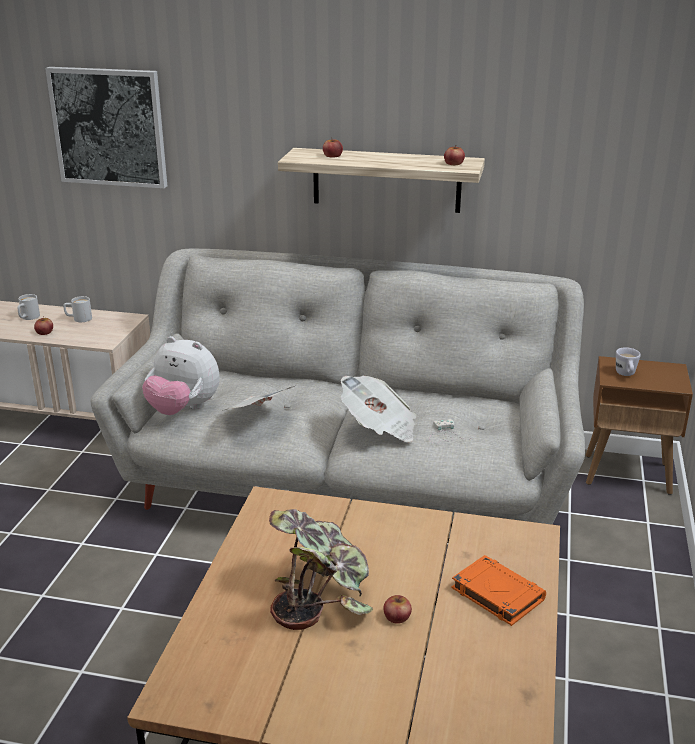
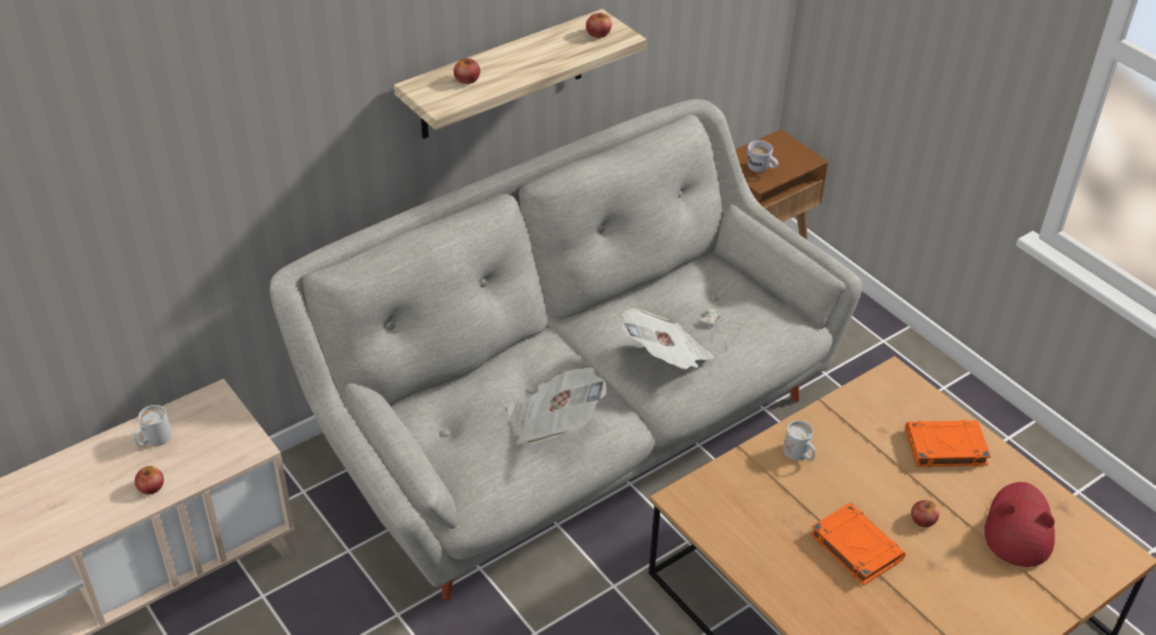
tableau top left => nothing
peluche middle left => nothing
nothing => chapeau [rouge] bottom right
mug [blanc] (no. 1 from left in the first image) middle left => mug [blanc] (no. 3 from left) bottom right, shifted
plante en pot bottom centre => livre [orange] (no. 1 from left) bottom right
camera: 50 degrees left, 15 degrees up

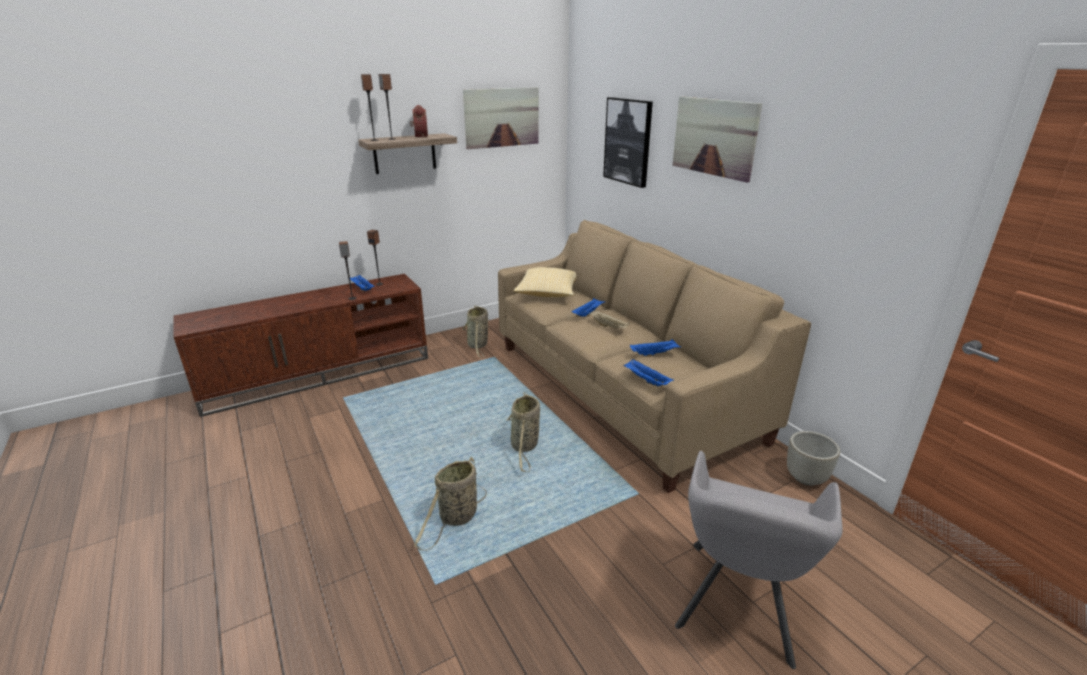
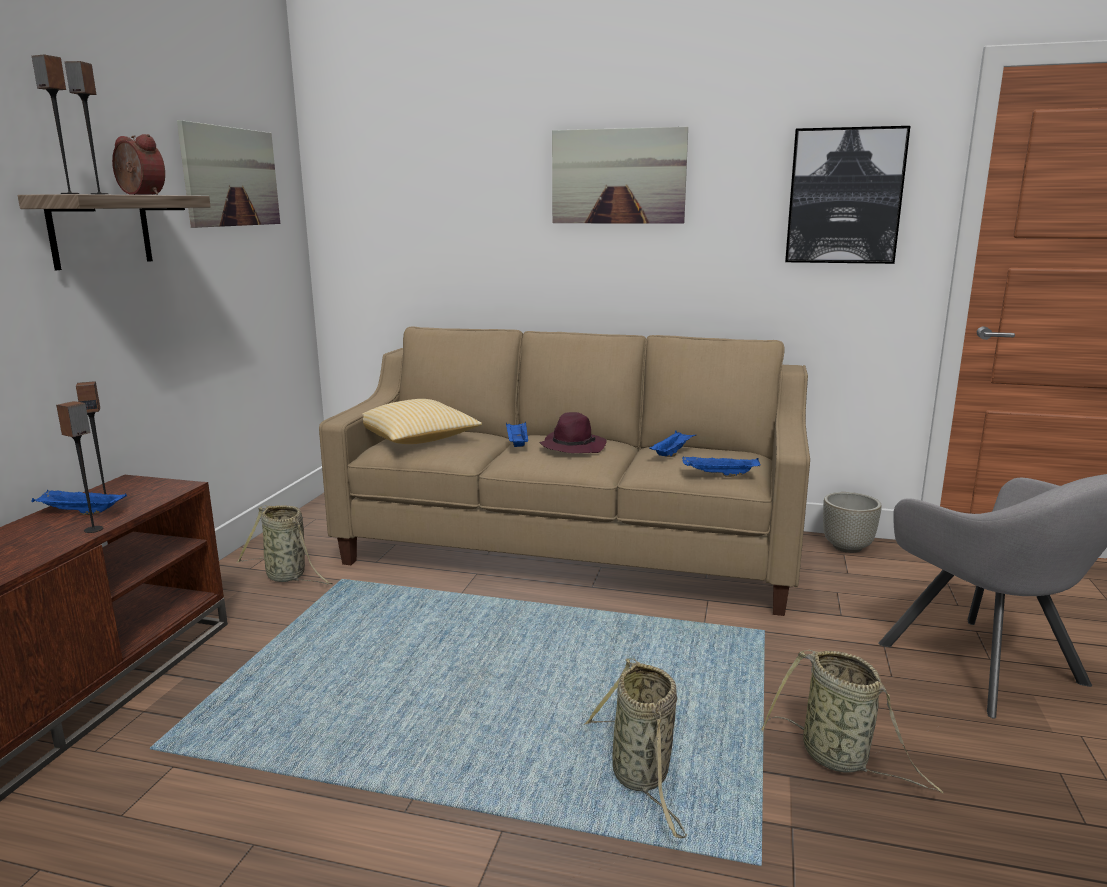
panier (no. 3 from left) centre => panier (no. 3 from left) bottom right, shifted
tableau (no. 2 from left in the first image) top centre => tableau (no. 3 from left) top right, shifted
plateau [beige] centre => chapeau [violet] centre
camera: 45 degrees left, 10 degrees down

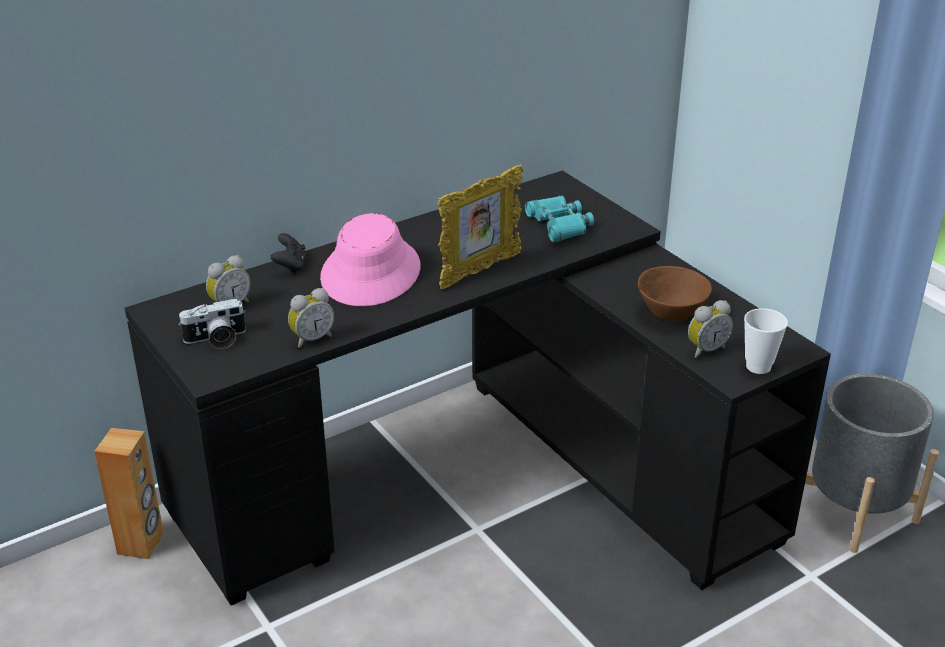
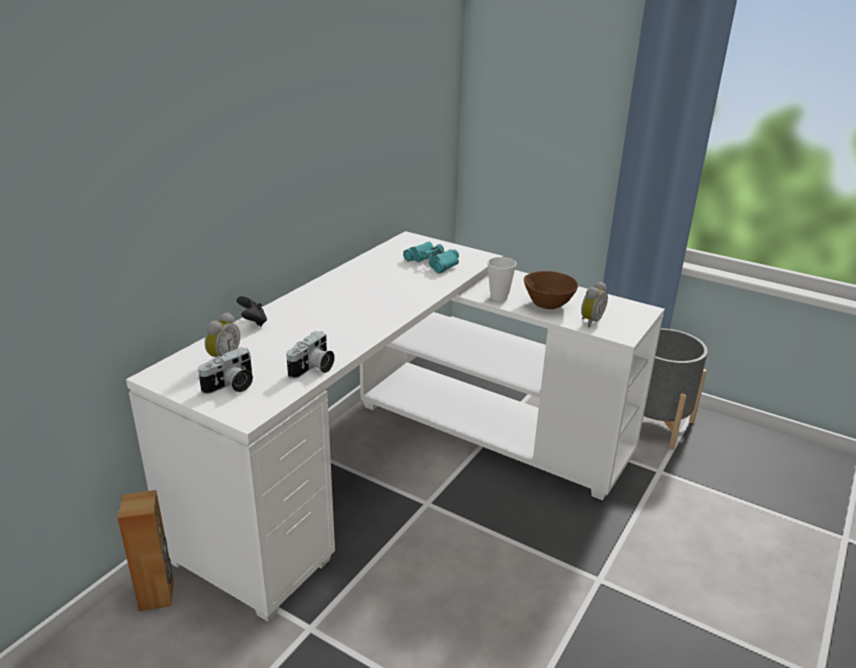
chapeau [rose] centre => nothing
cadre photo centre => nothing
tasse middle right => tasse centre, shifted
réveil (no. 2 from left) middle left => appareil photo (no. 2 from left) centre
bureau [noir] centre => bureau [blanc] centre
camera: 25 degrees left, 5 degrees down

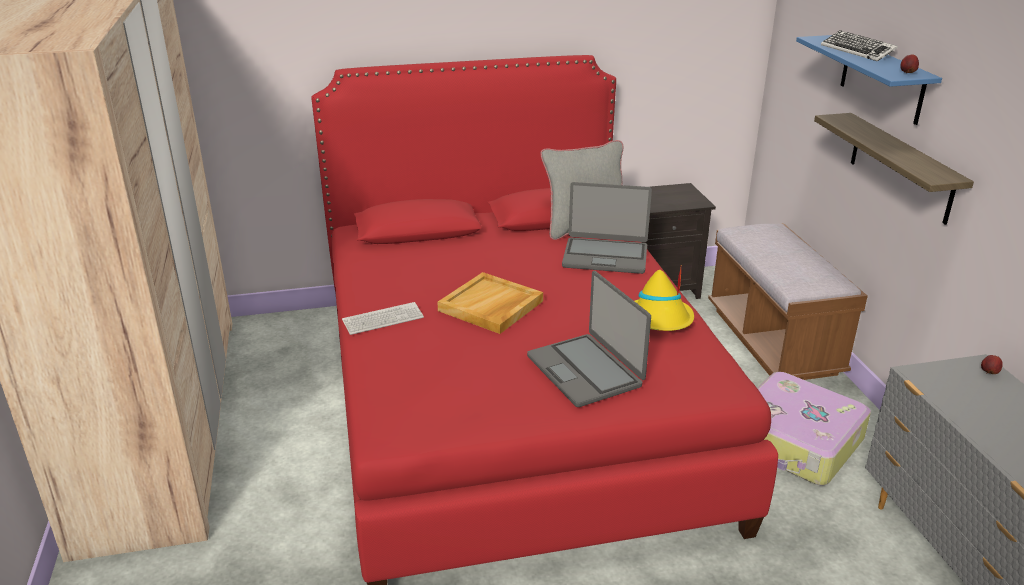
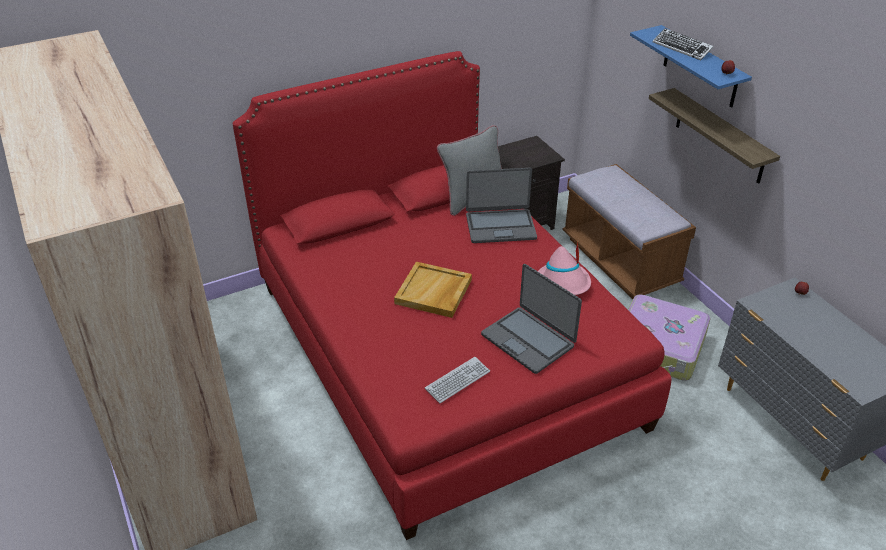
clavier (no. 1 from left) centre => clavier (no. 1 from left) bottom centre, shifted
chapeau [jaune] centre => chapeau [rose] centre
camera: 15 degrees left, 10 degrees up

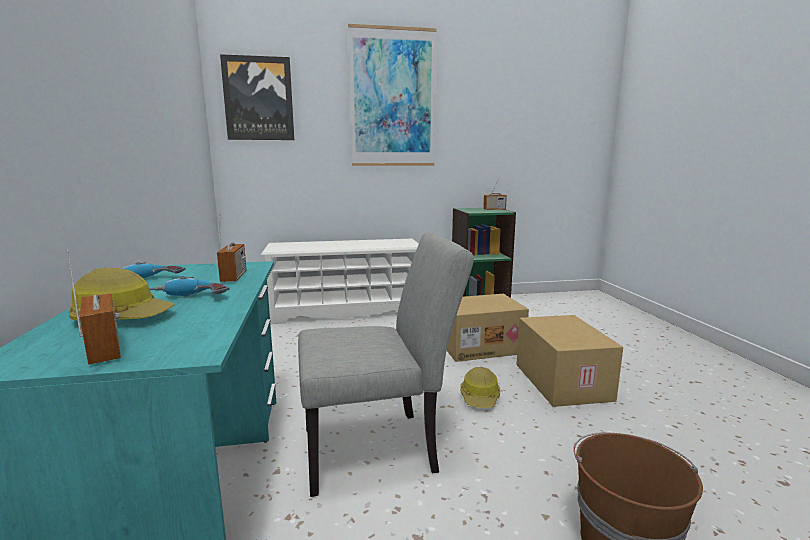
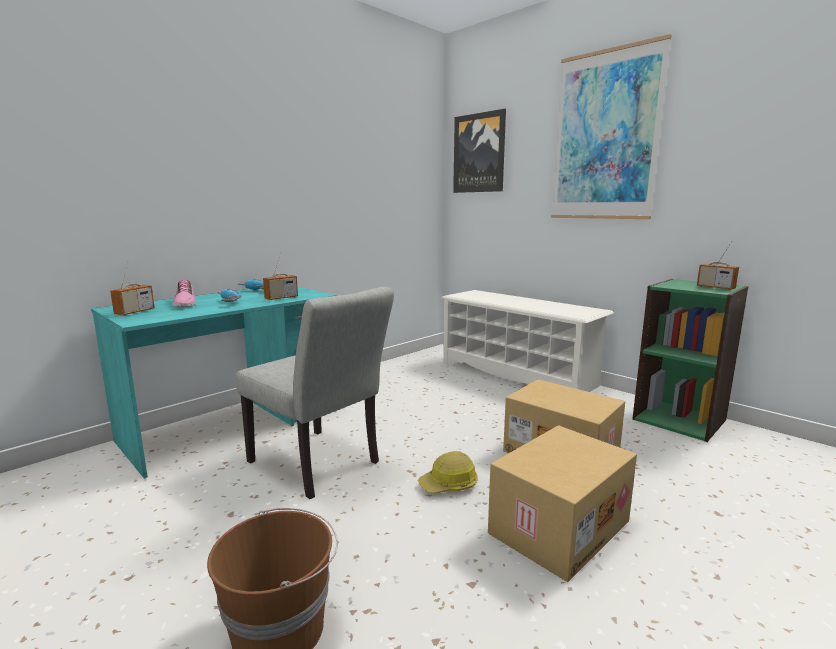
casque de chantier (no. 1 from left) middle left => chaussure middle left
camera: 55 degrees right, 0 degrees up

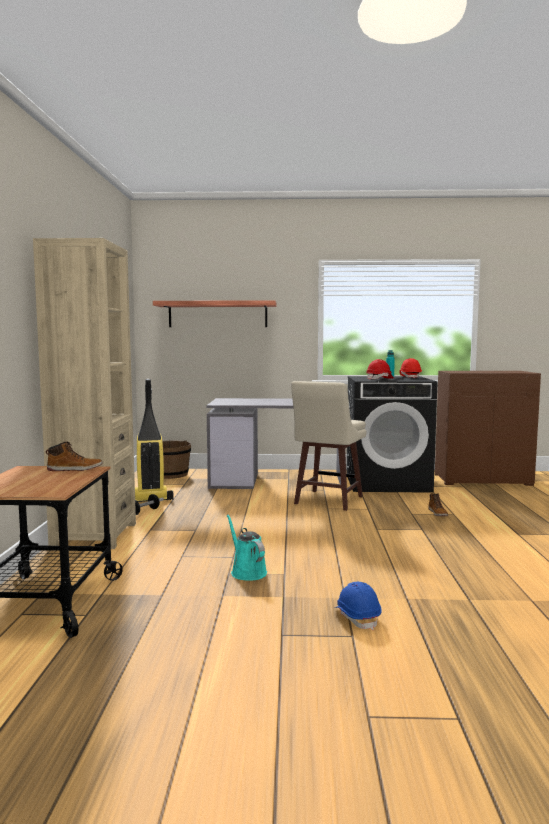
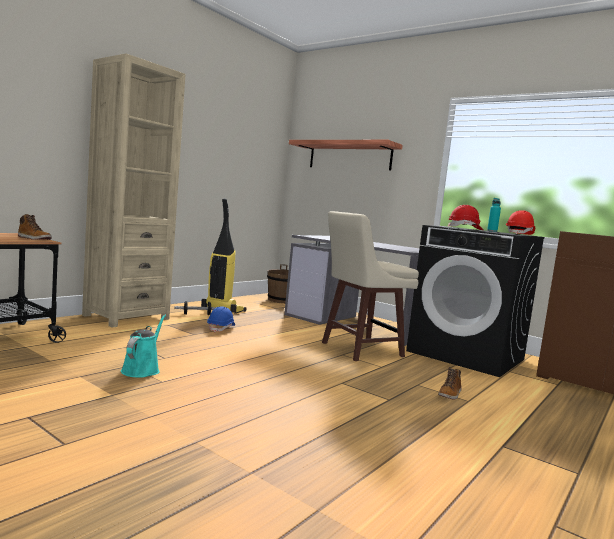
casque de chantier [bleu] bottom centre => casque de chantier [bleu] centre, shifted
camera: 35 degrees right, 0 degrees up

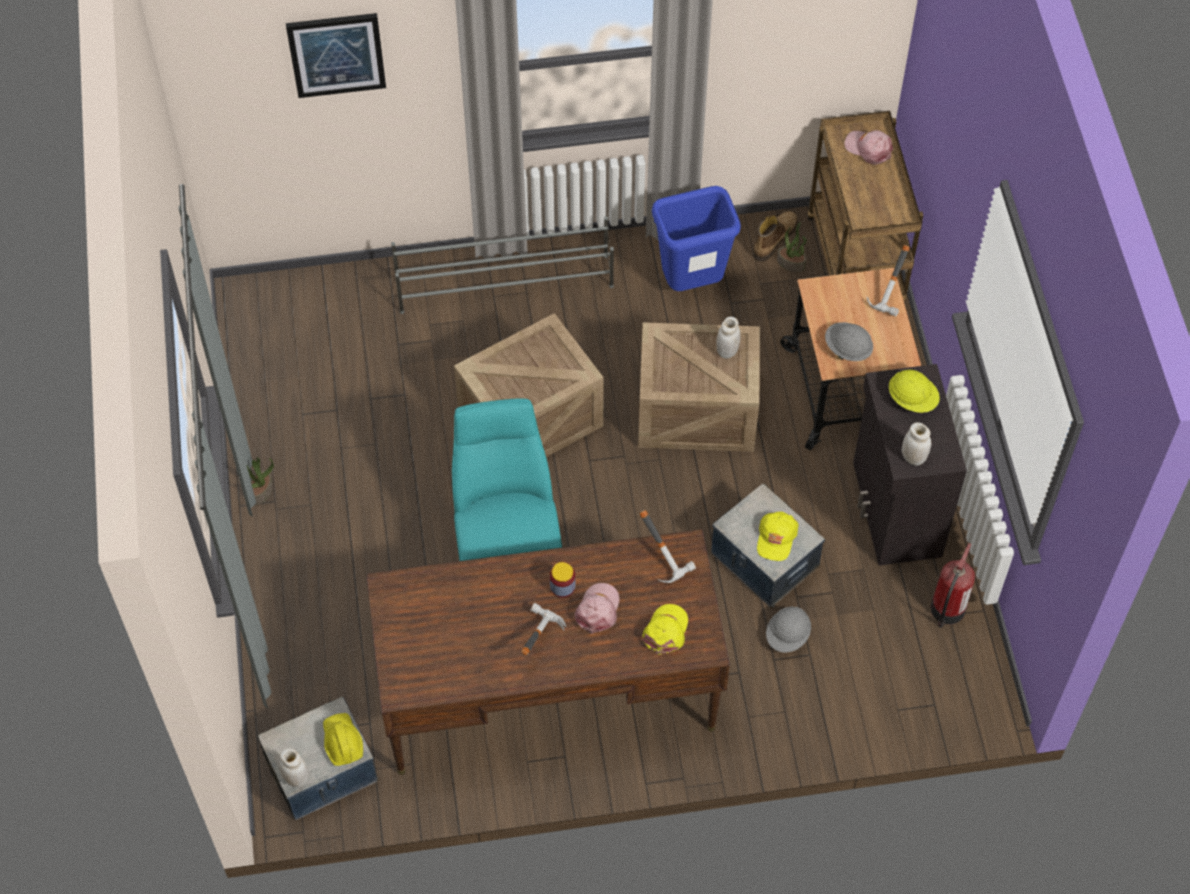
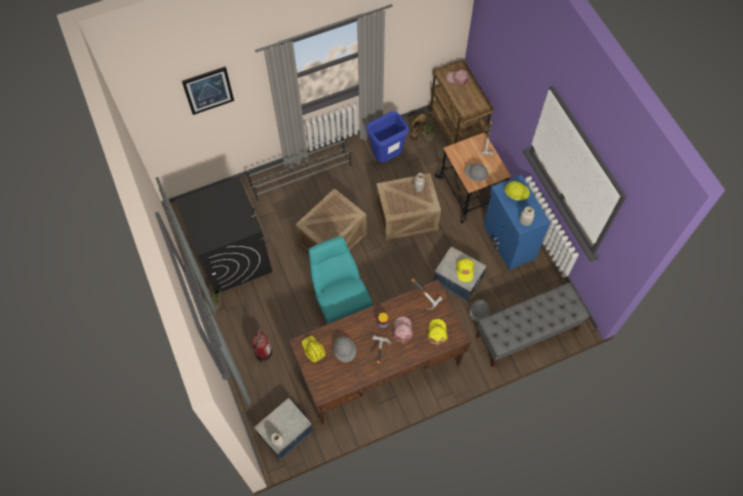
nothing => lave-linge [noir] middle left
nothing => casque de chantier [gris] (no. 1 from left) bottom centre
nothing => banc [gris] middle right
casque de chantier [jaune] (no. 1 from left) bottom left => casque de chantier [jaune] (no. 1 from left) bottom centre, shifted
extincteur middle right => extincteur bottom centre, shifted
meuble de rangement [noir] middle right => meuble de rangement [bleu] middle right
camera: 15 degrees left, 5 degrees up

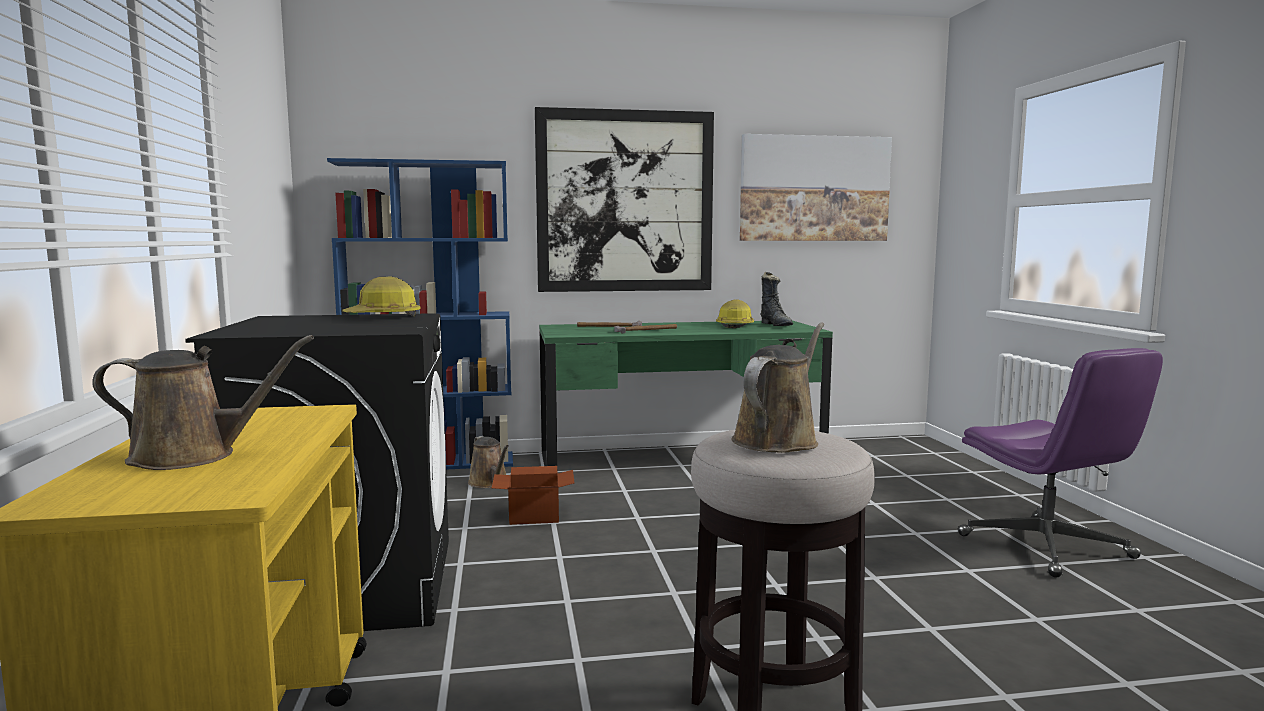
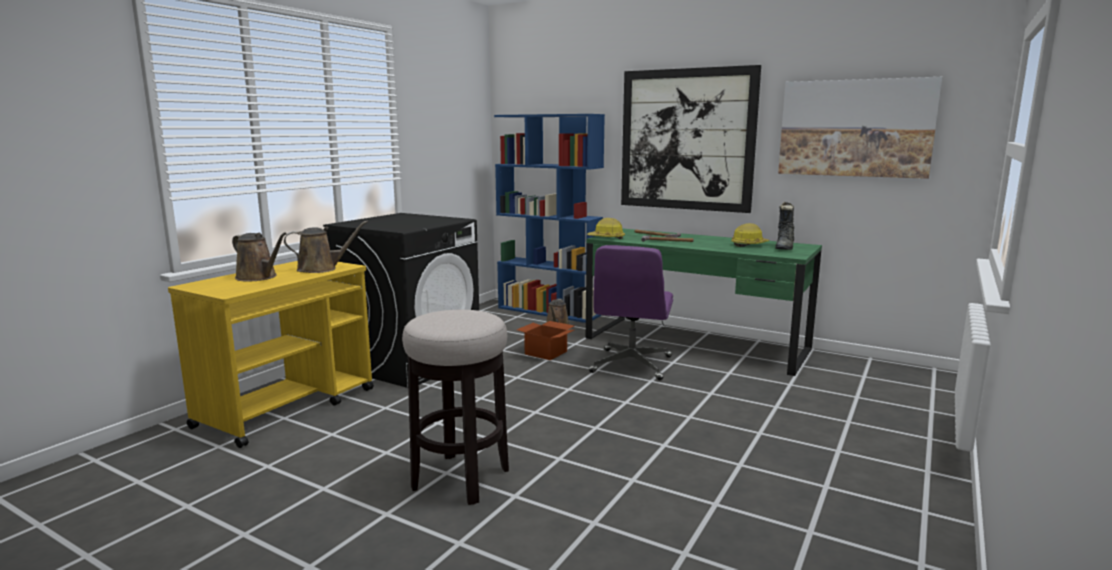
casque de chantier (no. 1 from left) middle left => casque de chantier (no. 1 from left) centre, shifted
arrosoir [marron] (no. 3 from left in the first image) centre => arrosoir [marron] (no. 2 from left) middle left, shifted
chaise de bureau [violet] middle right => chaise de bureau [violet] centre, shifted
camera: 40 degrees right, 5 degrees up

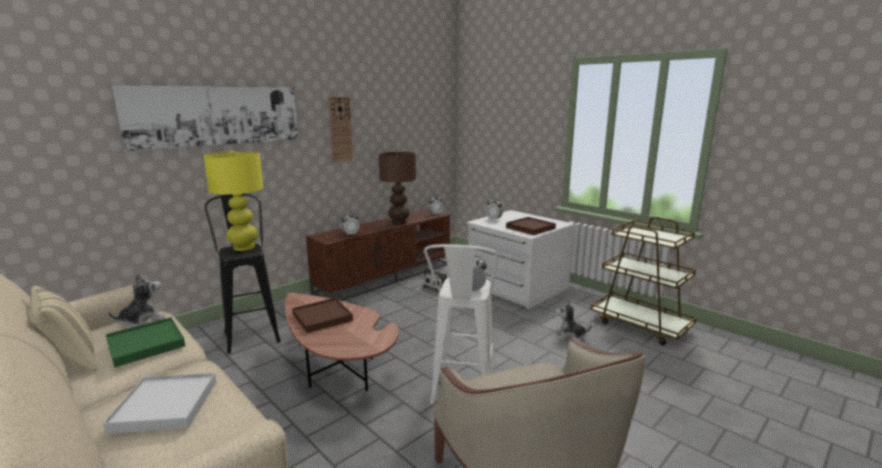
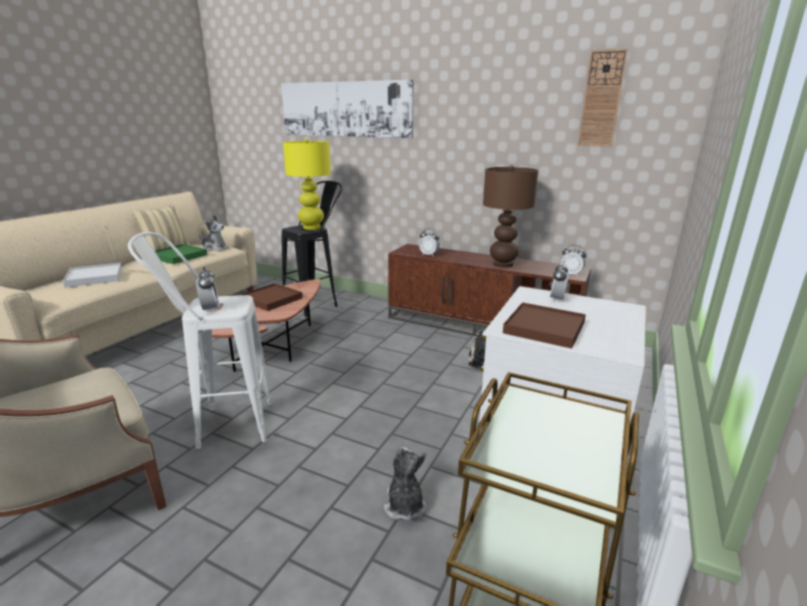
horloge murale top centre => horloge murale top right, shifted
camera: 70 degrees right, 5 degrees up

